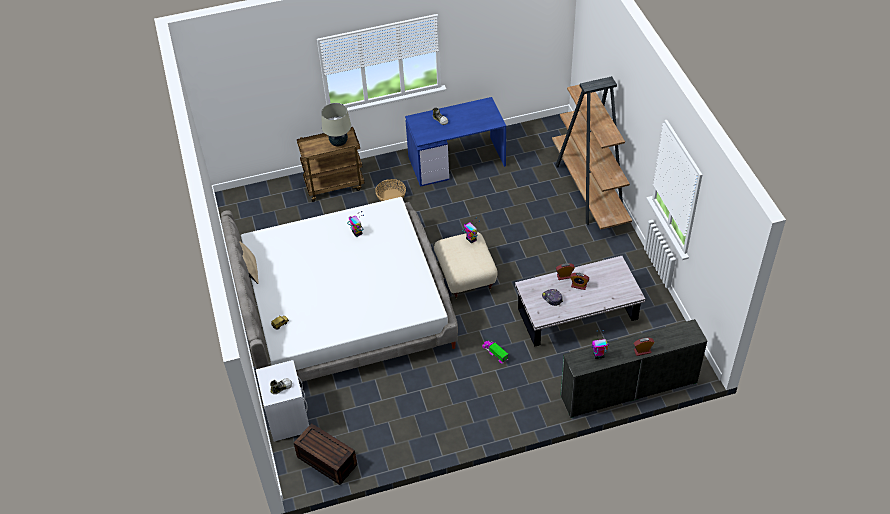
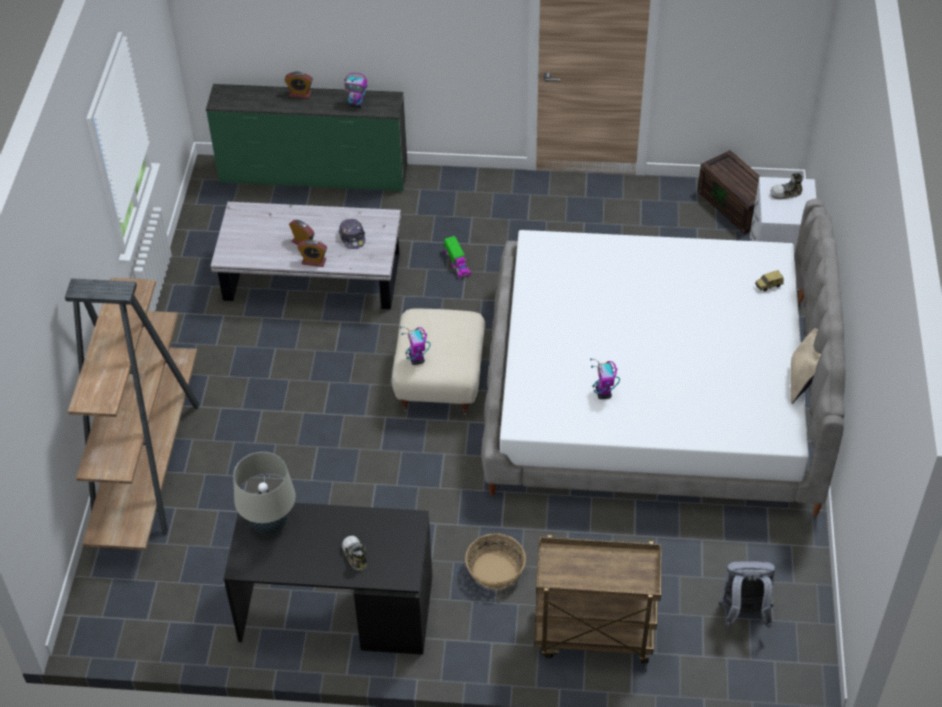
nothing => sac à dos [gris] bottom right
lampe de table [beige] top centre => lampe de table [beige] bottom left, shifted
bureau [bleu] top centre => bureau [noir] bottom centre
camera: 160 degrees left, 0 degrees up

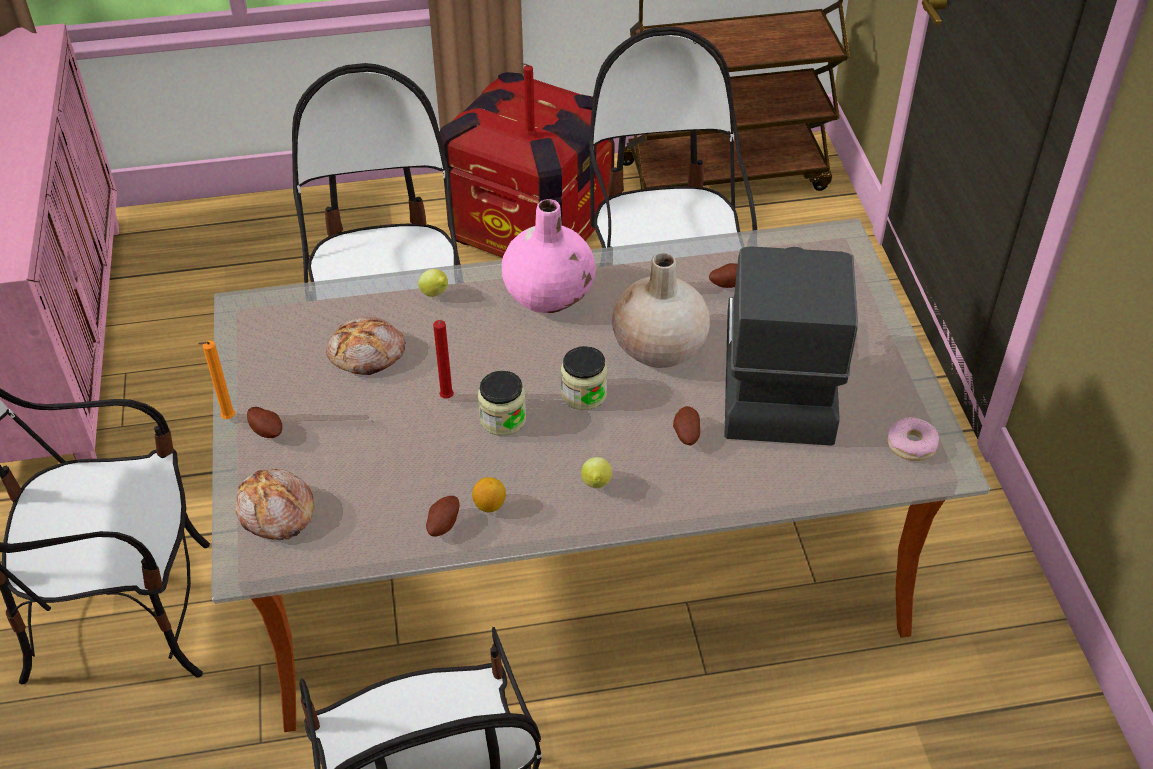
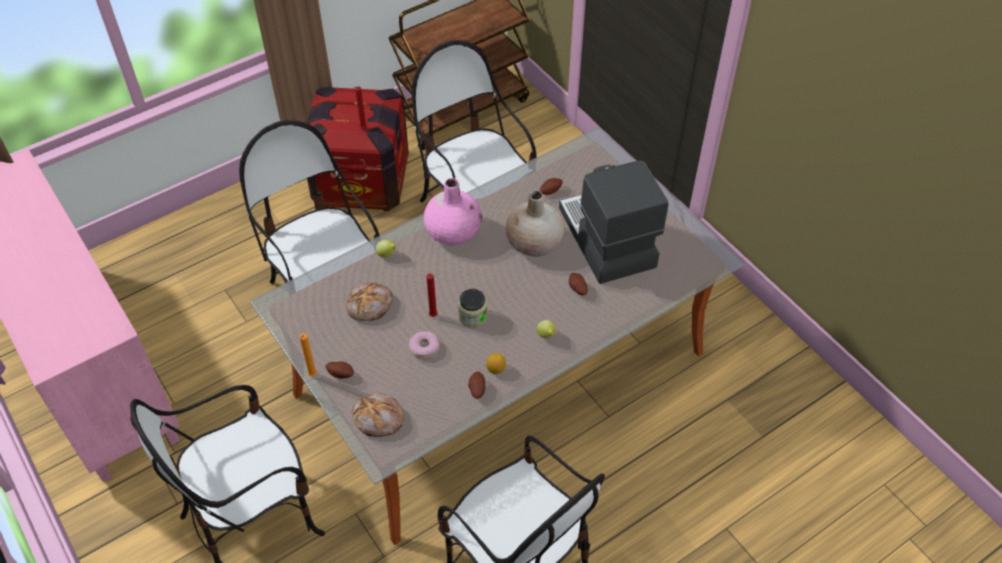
bocal (no. 2 from left) centre => nothing
beignet middle right => beignet centre, shifted
camera: 25 degrees left, 5 degrees up

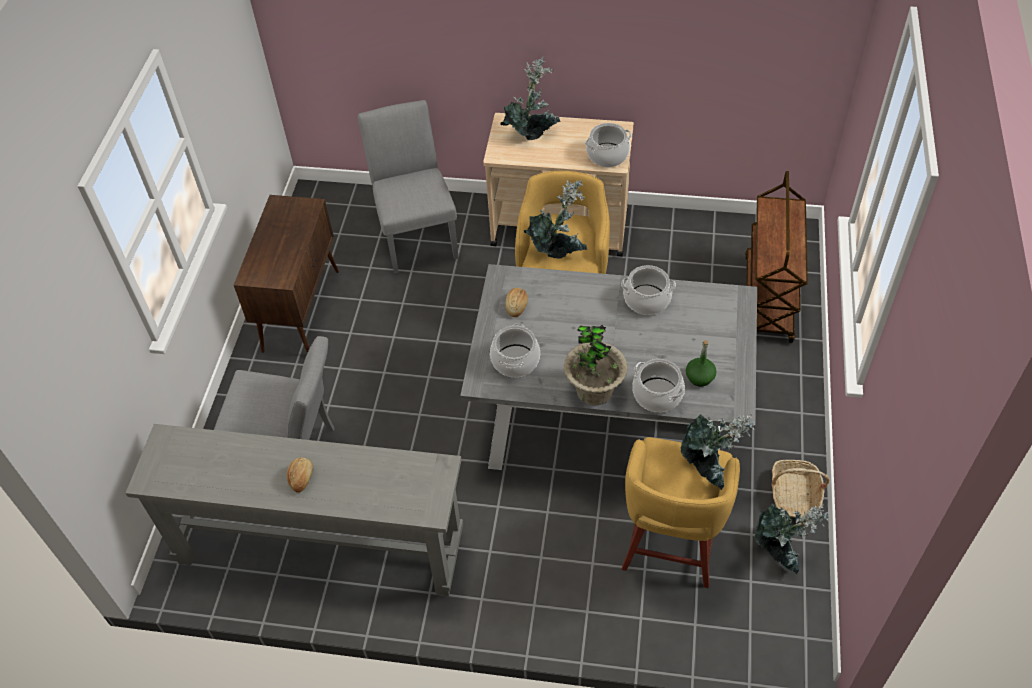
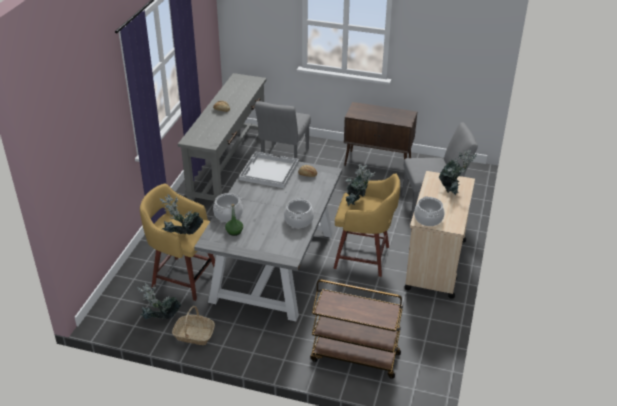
plante en pot (no. 3 from left) centre => nothing
marmite (no. 1 from left) centre => plateau [blanc] centre
camera: 95 degrees right, 15 degrees down

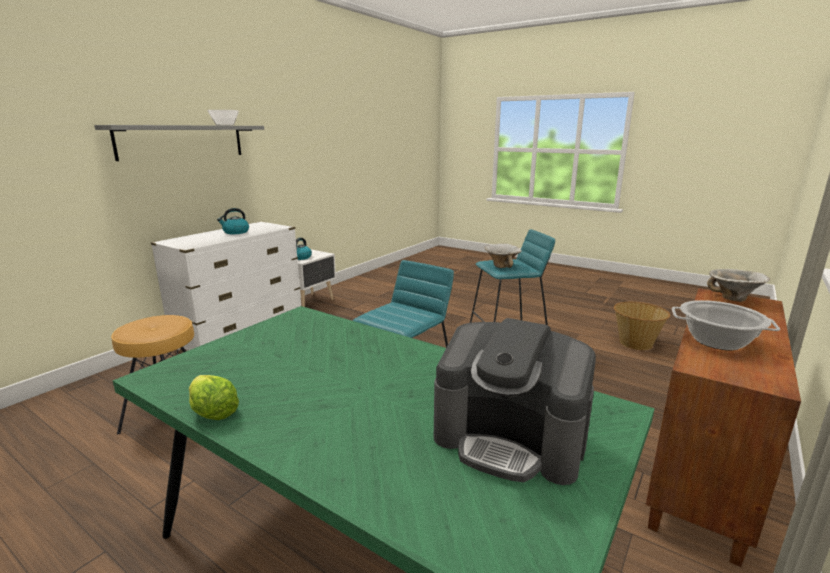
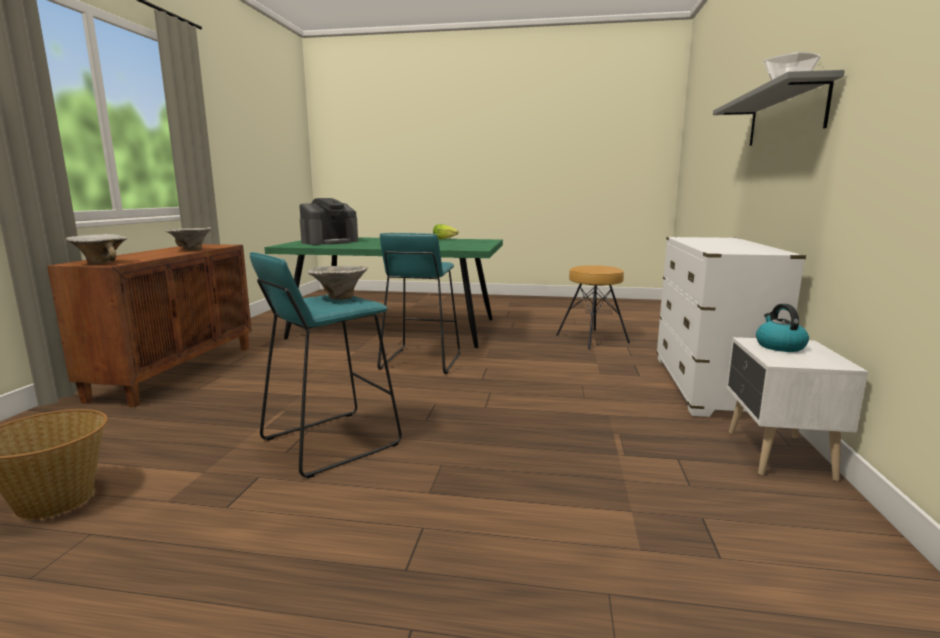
bouilloire (no. 1 from left) middle left => nothing
marmite middle right => bol (no. 2 from left) middle left
machine à café bottom centre => machine à café centre, 135 degrees clockwise
camera: 155 degrees right, 5 degrees down

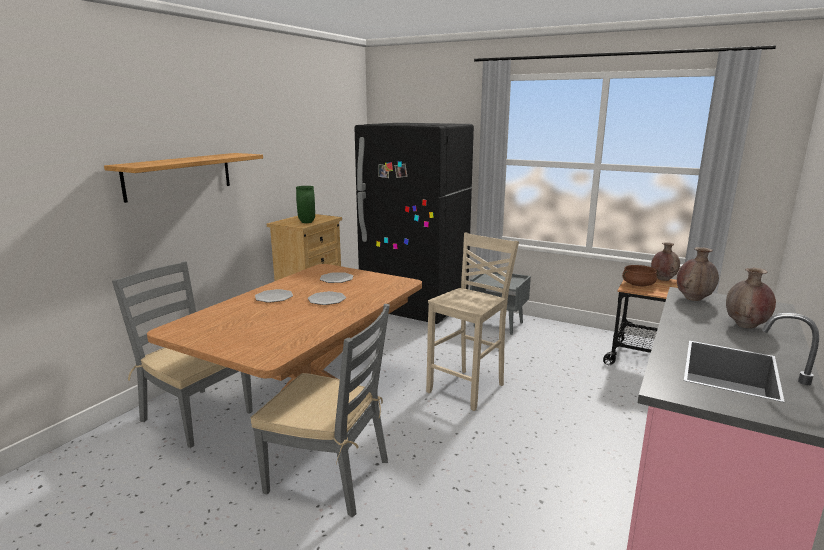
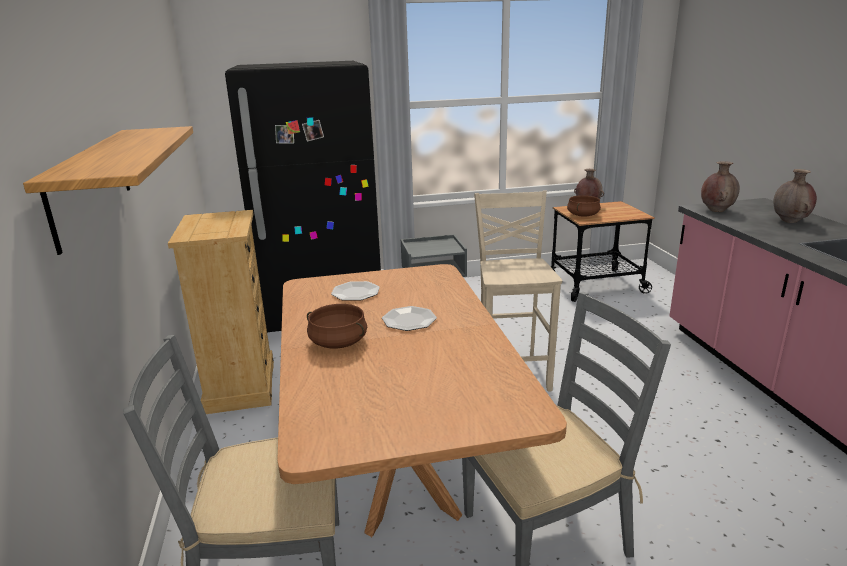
vase [vert] centre => nothing
assiette (no. 1 from left) middle left => marmite [marron] (no. 1 from left) centre
camera: 40 degrees left, 5 degrees up

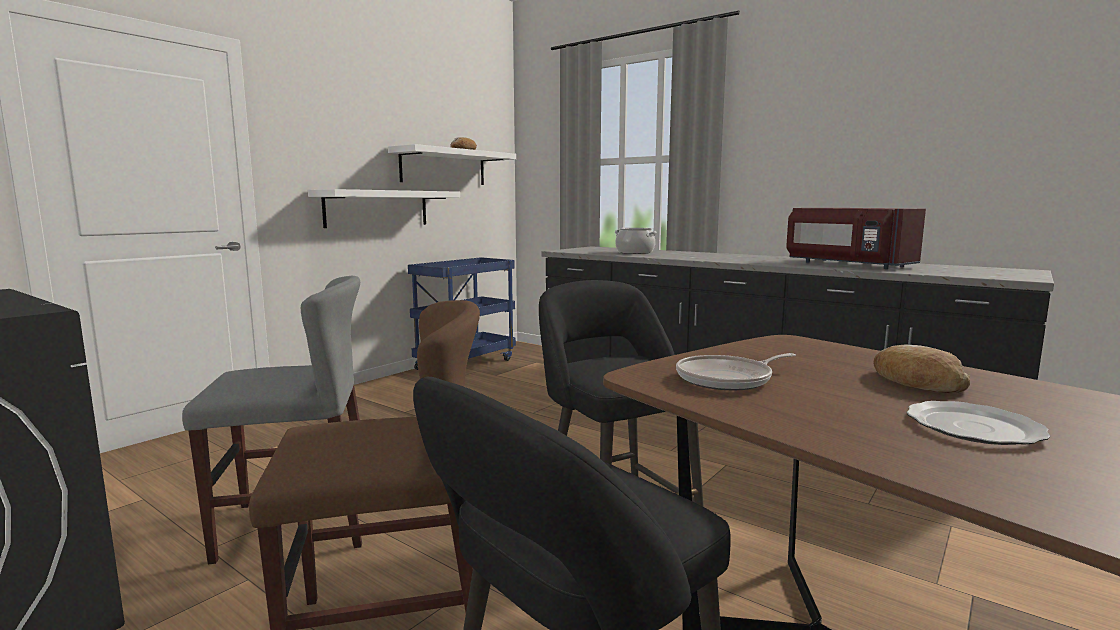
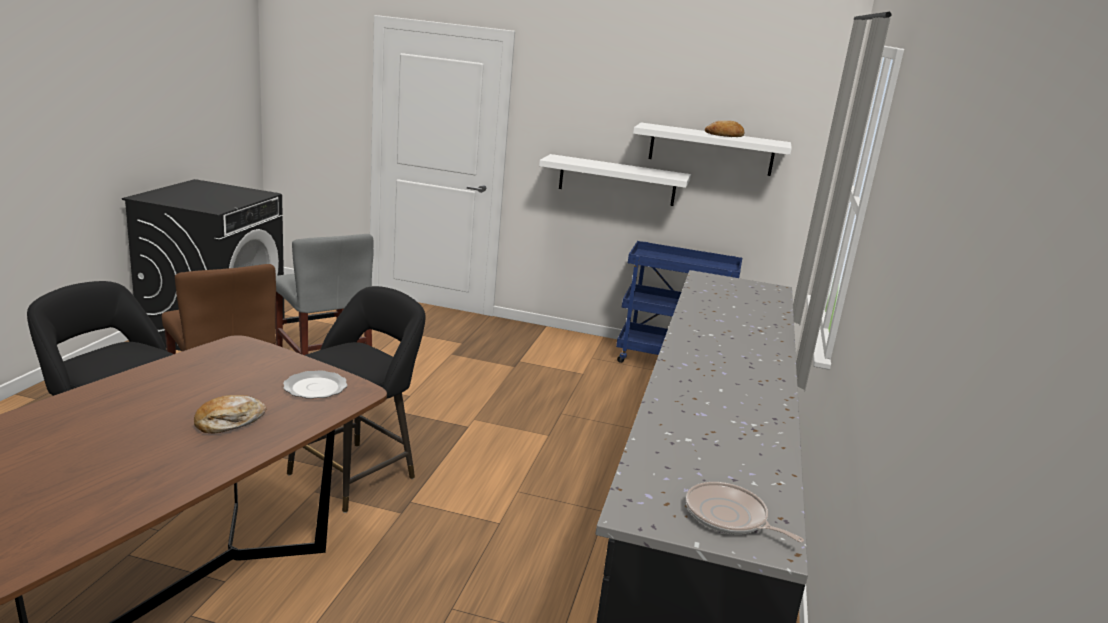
marmite centre => nothing
micro-ondes [rouge] middle right => nothing
poêle centre => poêle bottom right, shifted
assiette bottom right => assiette middle left, shifted
camera: 65 degrees right, 10 degrees up

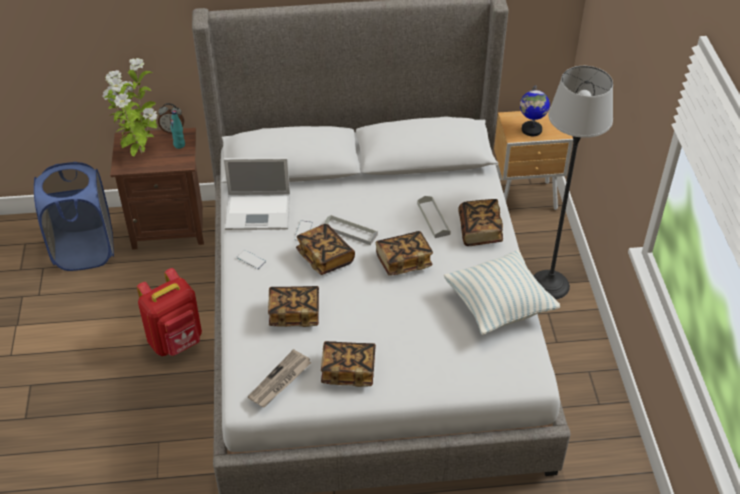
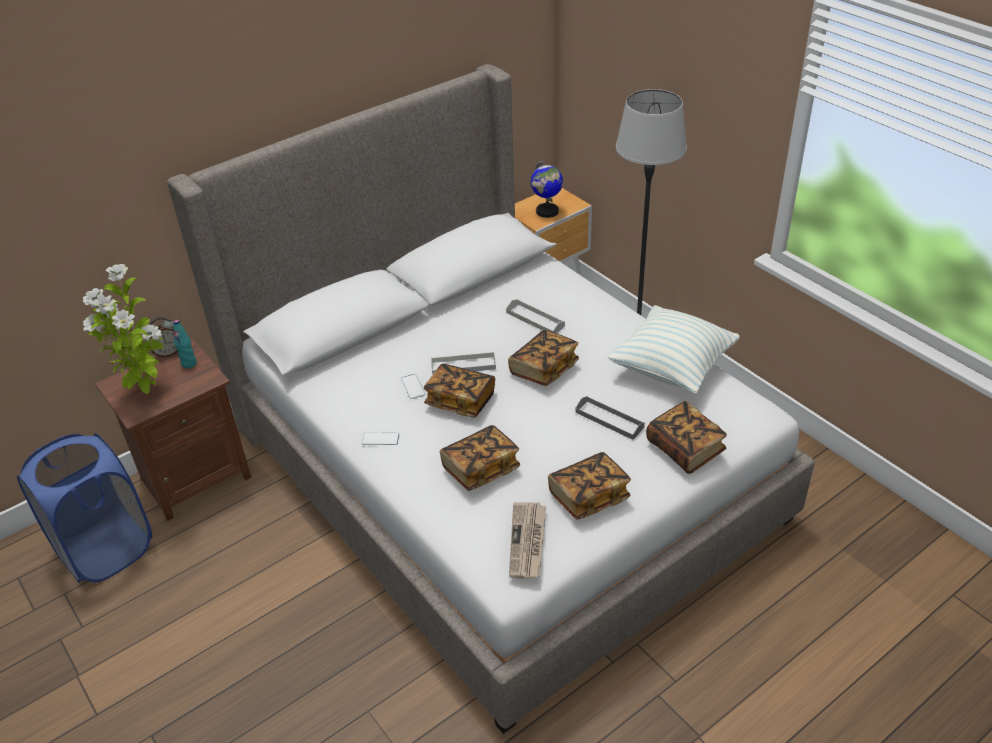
sac à dos [rouge] middle left => nothing
ordinateur portable centre => nothing
nothing => plateau [gris] (no. 3 from left) centre
livre (no. 5 from left) centre => livre (no. 5 from left) middle right, shifted
camera: 30 degrees left, 5 degrees down

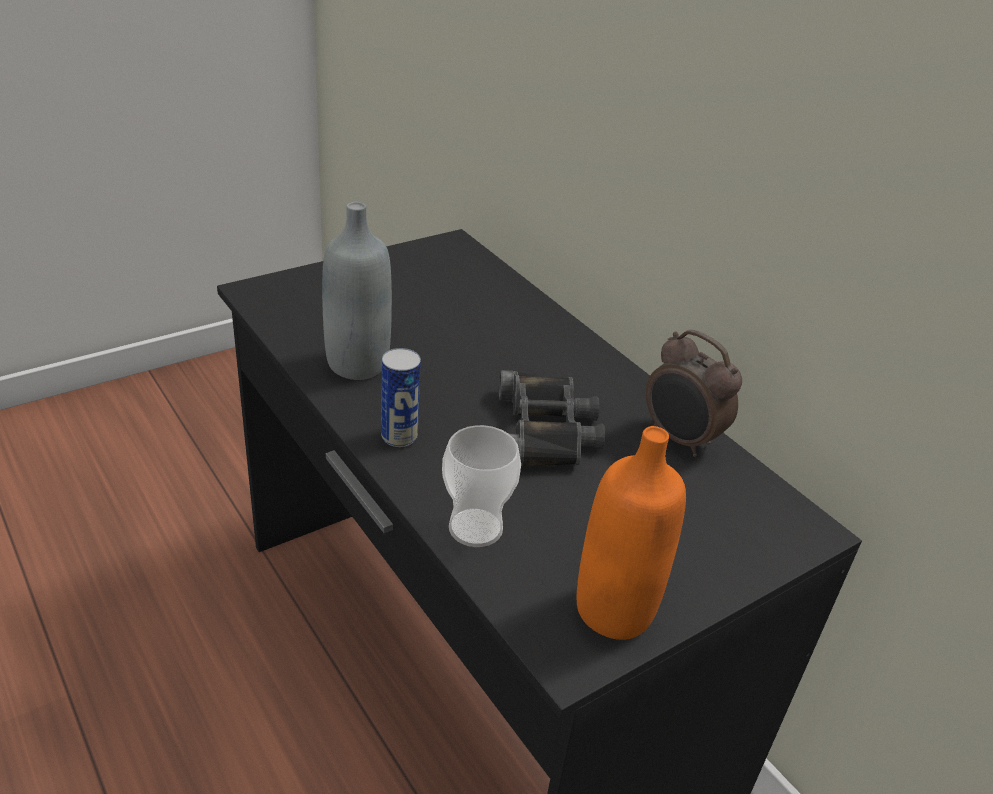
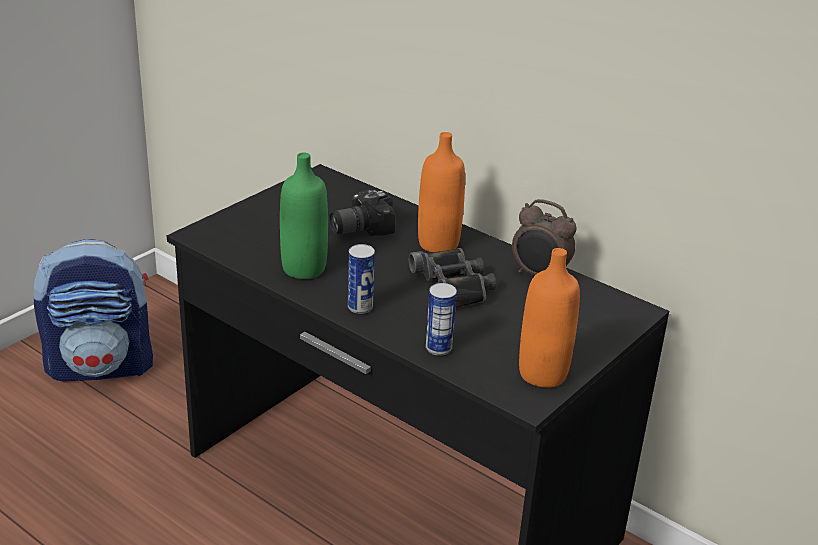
nothing => sac à dos middle left
nothing => appareil photo centre
nothing => bouteille [orange] (no. 1 from left) centre
tasse centre => boîte métallique (no. 2 from left) centre
bouteille [gris] centre => bouteille [vert] centre
camera: 15 degrees left, 5 degrees down

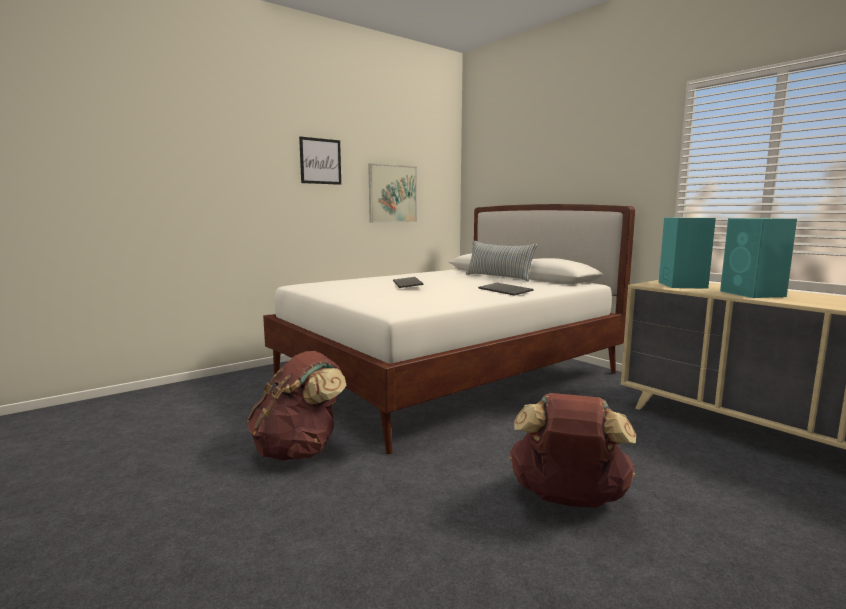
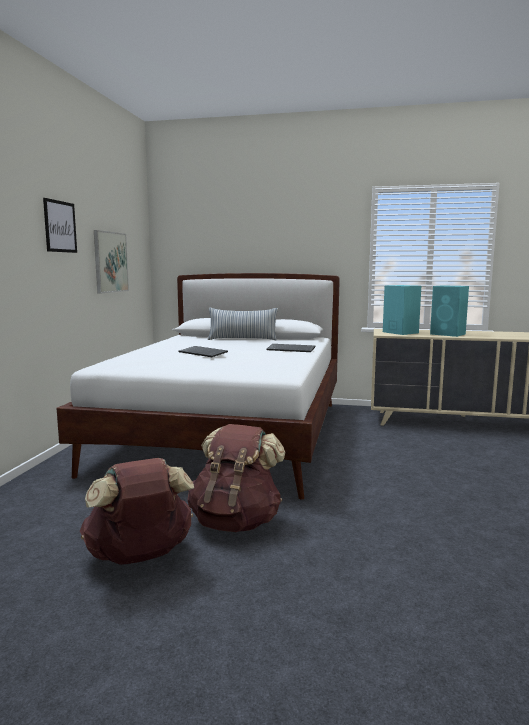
sac à dos [marron] (no. 2 from left in the first image) bottom right => sac à dos [marron] (no. 1 from left) bottom left, shifted
camera: 40 degrees left, 0 degrees up

